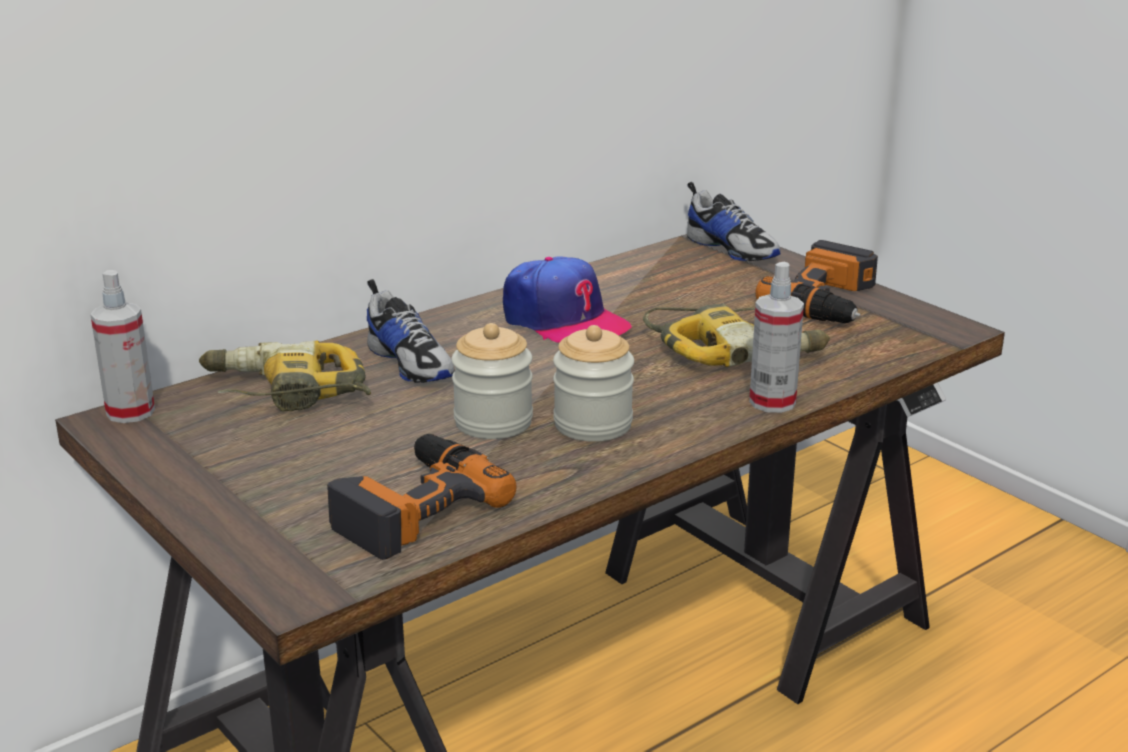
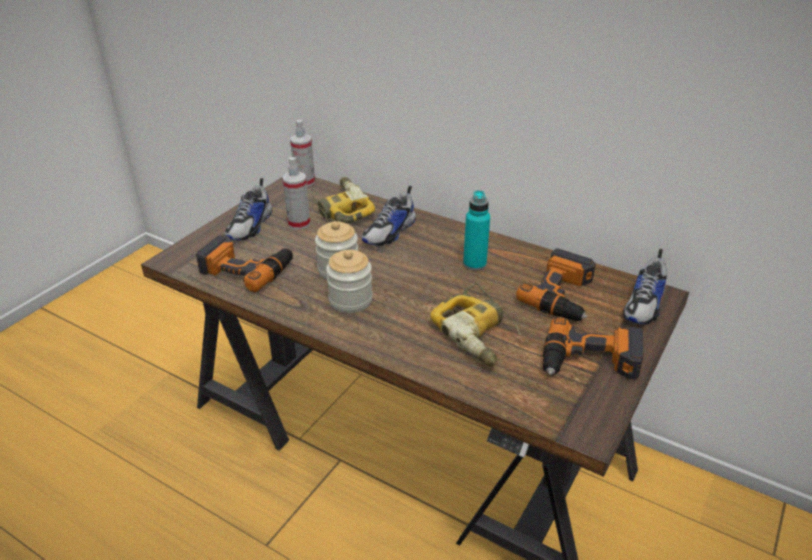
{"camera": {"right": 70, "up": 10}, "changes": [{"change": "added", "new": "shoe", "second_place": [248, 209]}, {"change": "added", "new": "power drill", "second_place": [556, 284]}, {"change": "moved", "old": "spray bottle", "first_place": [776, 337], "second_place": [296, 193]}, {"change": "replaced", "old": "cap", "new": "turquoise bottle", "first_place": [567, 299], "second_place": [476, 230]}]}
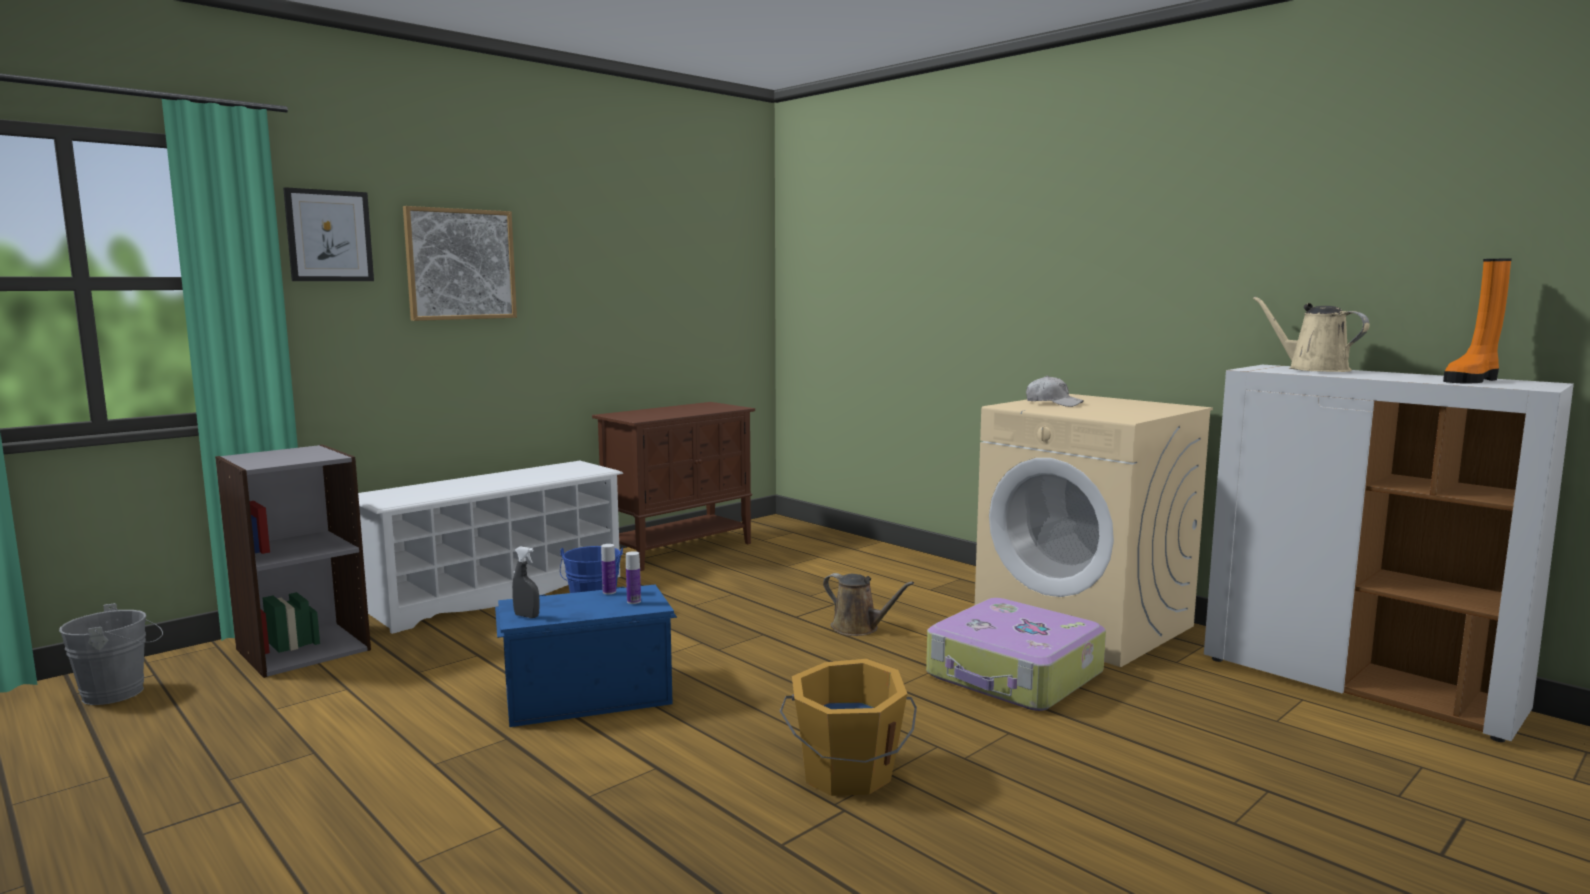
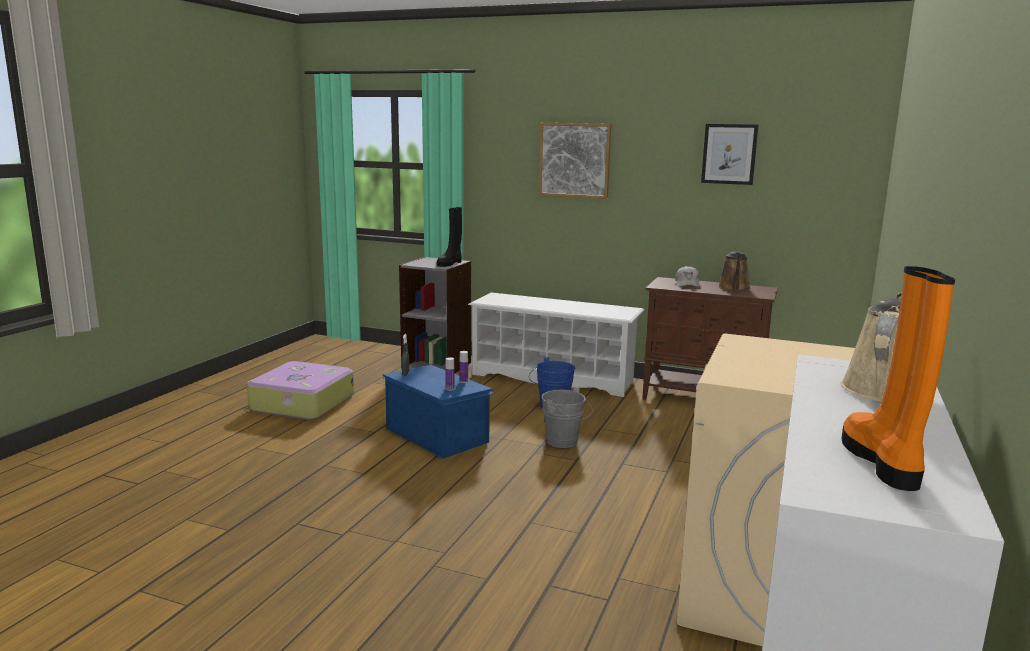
{"camera": {"right": 65, "up": 5}, "changes": [{"change": "removed", "old": "orange bucket", "first_place": [848, 727]}, {"change": "added", "new": "black boot", "second_place": [449, 237]}, {"change": "moved", "old": "grey bucket", "first_place": [111, 654], "second_place": [567, 417]}, {"change": "moved", "old": "picture", "first_place": [328, 234], "second_place": [729, 154]}, {"change": "moved", "old": "brown watering can", "first_place": [868, 604], "second_place": [734, 271]}, {"change": "moved", "old": "suitcase", "first_place": [1016, 654], "second_place": [300, 390]}, {"change": "moved", "old": "white cap", "first_place": [1055, 391], "second_place": [687, 276]}, {"change": "turned", "old": "orange boot", "first_place": [1477, 321], "second_place": [898, 378], "degrees": 60}]}
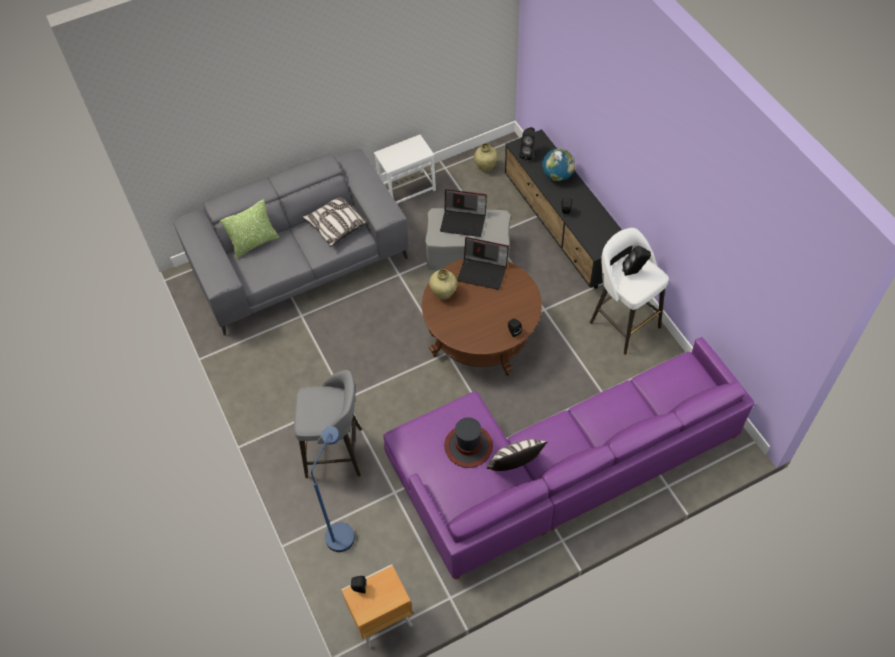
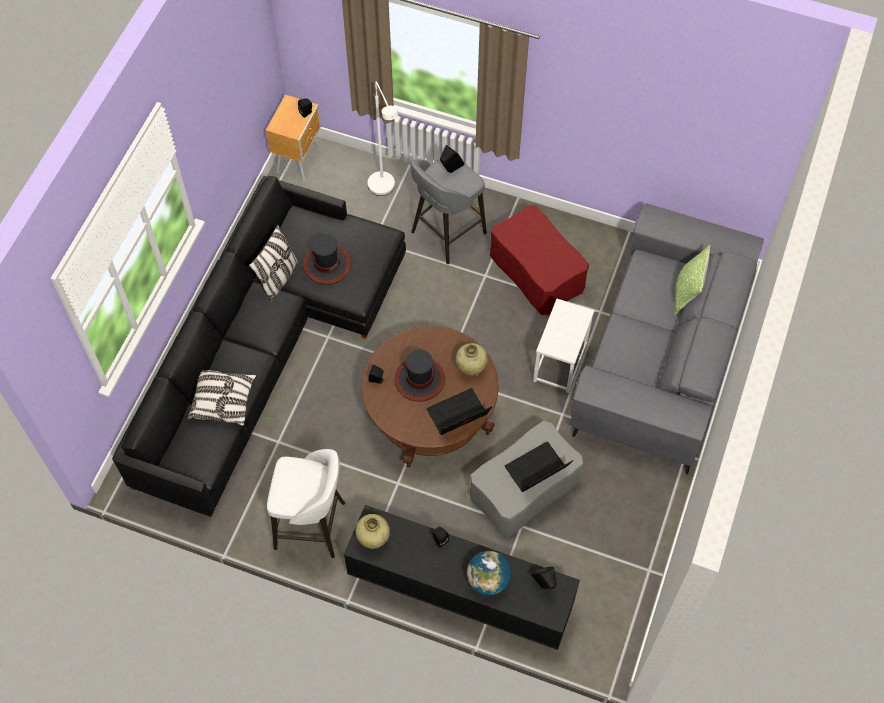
{"camera": {"right": 135, "up": 5}, "changes": [{"change": "added", "new": "hat", "second_place": [420, 376]}, {"change": "added", "new": "red ottoman", "second_place": [539, 260]}, {"change": "moved", "old": "pillow", "first_place": [334, 222], "second_place": [222, 398]}, {"change": "moved", "old": "white side table", "first_place": [405, 169], "second_place": [564, 346]}, {"change": "moved", "old": "beige vase", "first_place": [486, 157], "second_place": [372, 531]}, {"change": "moved", "old": "black speaker", "first_place": [636, 261], "second_place": [452, 159]}, {"change": "recoloured", "old": "blue floor lamp", "new": "white floor lamp", "first_place": [333, 489], "second_place": [383, 139]}, {"change": "recoloured", "old": "purple sofa", "new": "black sofa", "first_place": [568, 458], "second_place": [259, 346]}]}
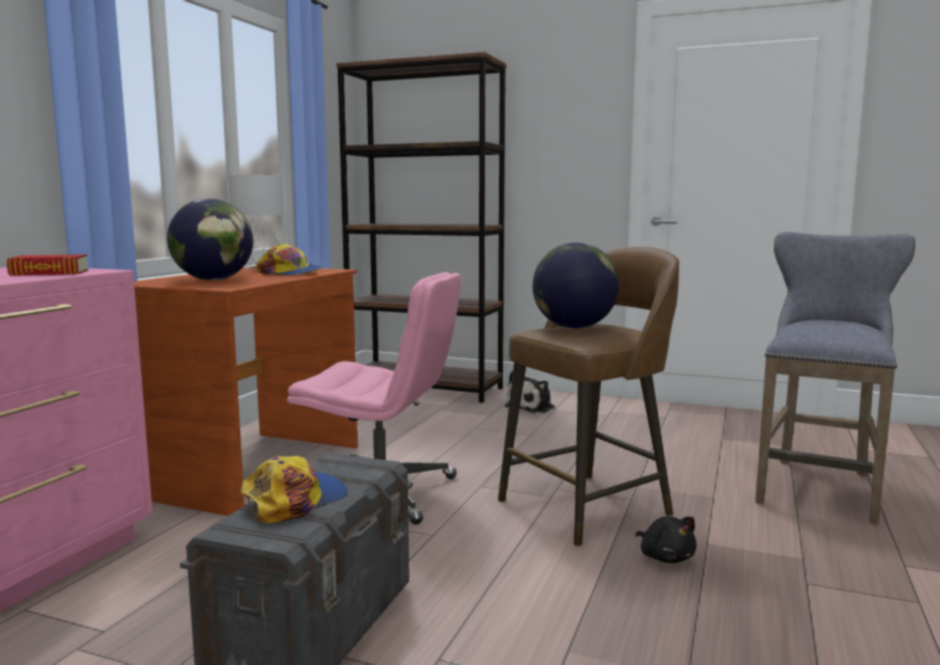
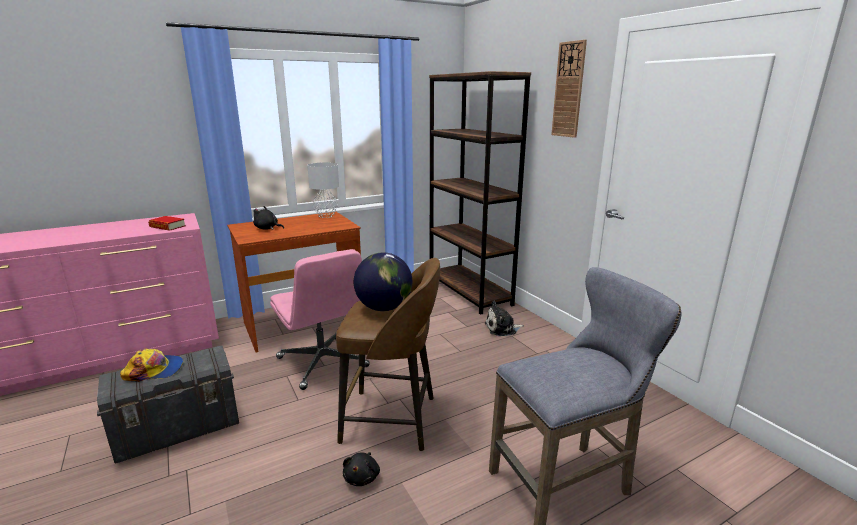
{"camera": {"right": 40, "up": 10}, "changes": [{"change": "removed", "old": "cap", "first_place": [289, 259]}, {"change": "added", "new": "wall clock", "second_place": [569, 89]}, {"change": "replaced", "old": "globe", "new": "black plush toy", "first_place": [210, 240], "second_place": [268, 218]}]}
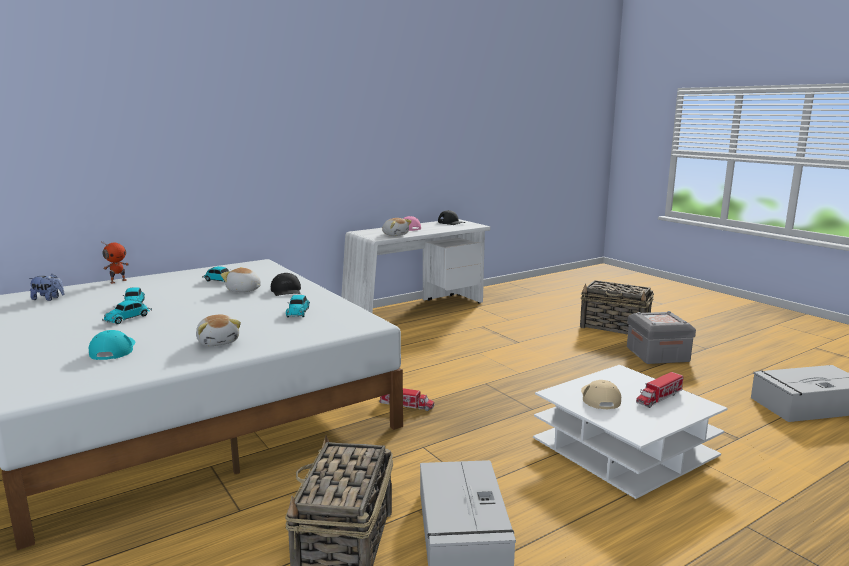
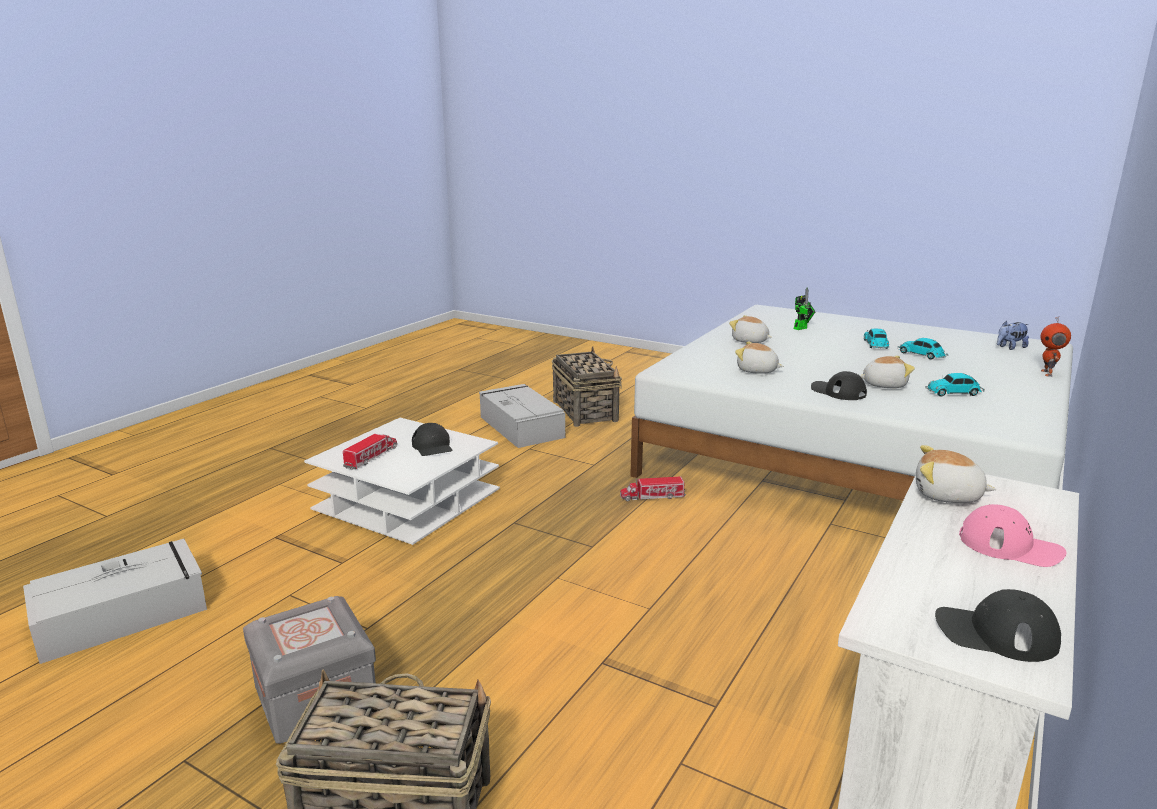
{"camera": {"right": 155, "up": 5}, "changes": [{"change": "replaced", "old": "turquoise cap", "new": "toy robot", "first_place": [112, 345], "second_place": [805, 309]}, {"change": "replaced", "old": "toy car", "new": "plush toy", "first_place": [298, 306], "second_place": [759, 358]}, {"change": "recoloured", "old": "beige cap", "new": "black cap", "first_place": [601, 394], "second_place": [432, 439]}]}
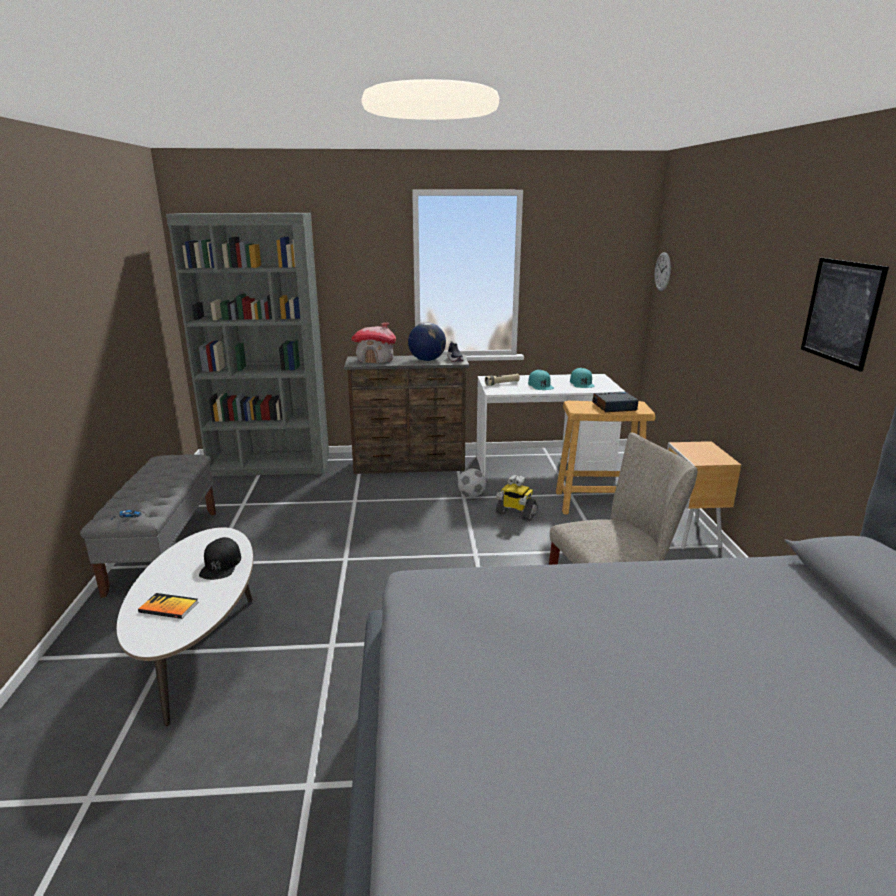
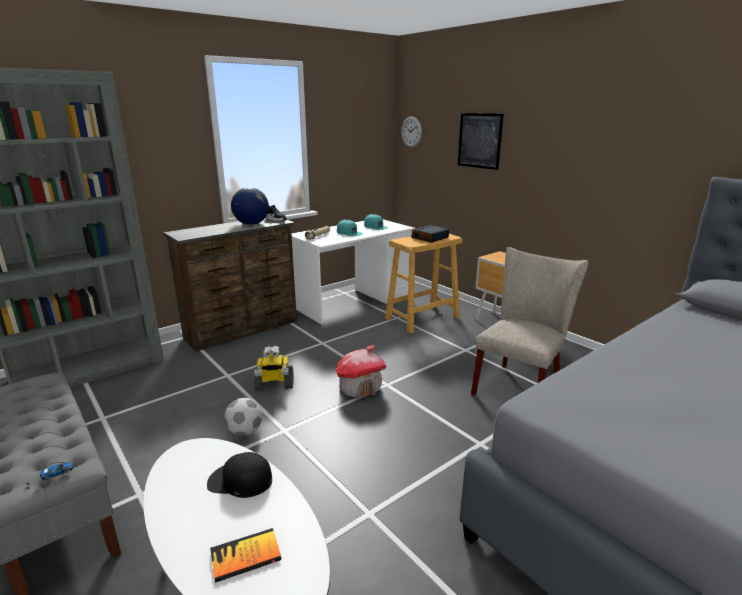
{"camera": {"right": -35, "up": 0}, "changes": [{"change": "moved", "old": "toy house", "first_place": [374, 343], "second_place": [361, 372]}, {"change": "moved", "old": "football", "first_place": [471, 483], "second_place": [243, 417]}, {"change": "moved", "old": "toy robot", "first_place": [517, 498], "second_place": [274, 368]}, {"change": "moved", "old": "picture", "first_place": [845, 315], "second_place": [480, 141]}, {"change": "turned", "old": "black cap", "first_place": [220, 558], "second_place": [239, 475], "degrees": 135}]}
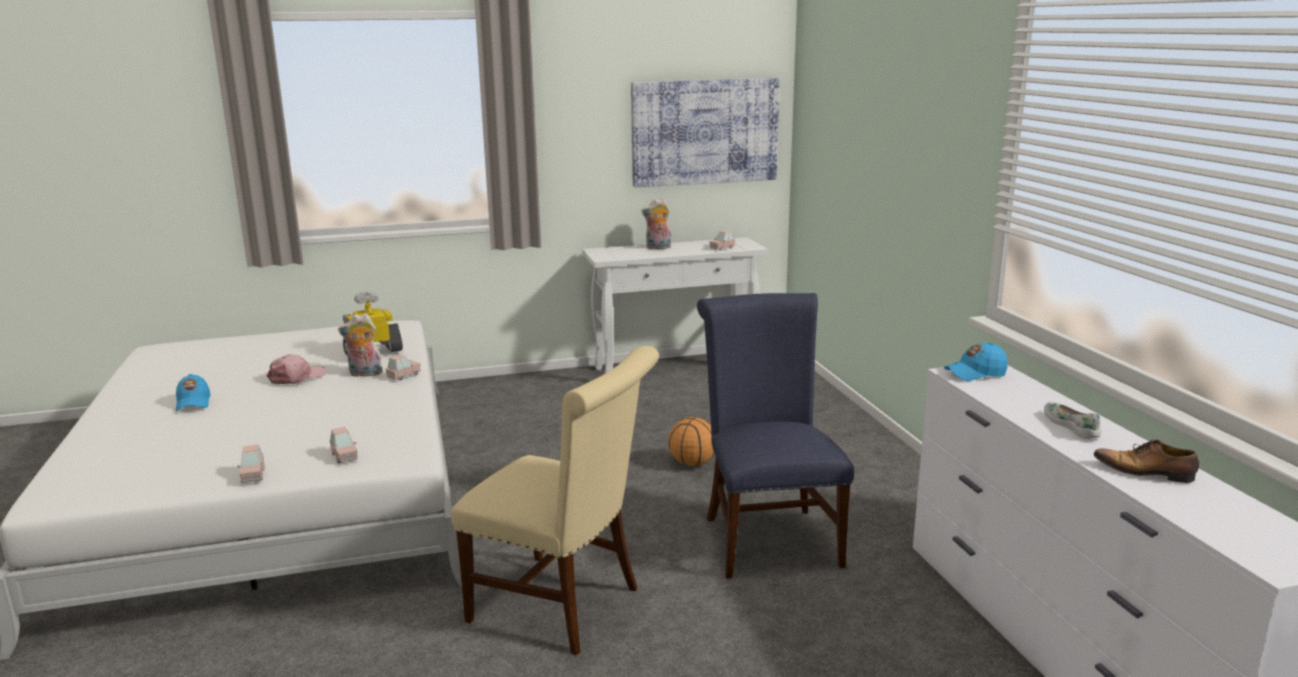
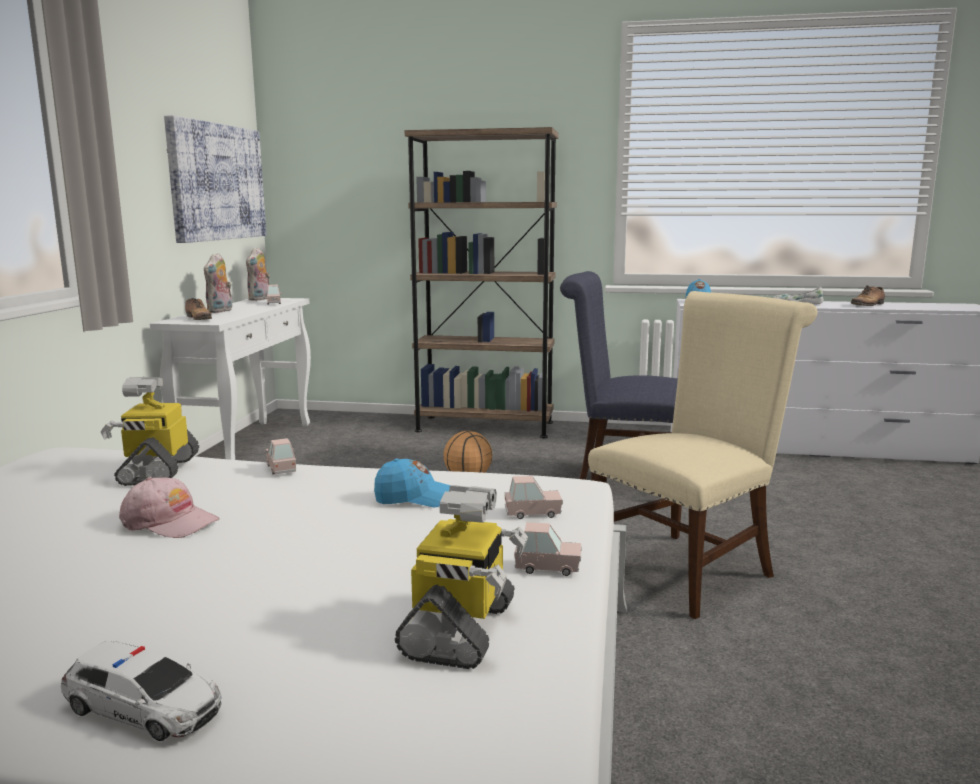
{"camera": {"right": -65, "up": -5}, "changes": [{"change": "added", "new": "toy car", "second_place": [141, 691]}, {"change": "added", "new": "shoe", "second_place": [198, 309]}, {"change": "added", "new": "toy robot", "second_place": [461, 577]}, {"change": "added", "new": "brown bookcase", "second_place": [481, 282]}, {"change": "moved", "old": "blue cap", "first_place": [193, 392], "second_place": [412, 483]}, {"change": "moved", "old": "plush toy", "first_place": [360, 345], "second_place": [258, 274]}, {"change": "turned", "old": "pink cap", "first_place": [296, 369], "second_place": [169, 507], "degrees": 135}]}
